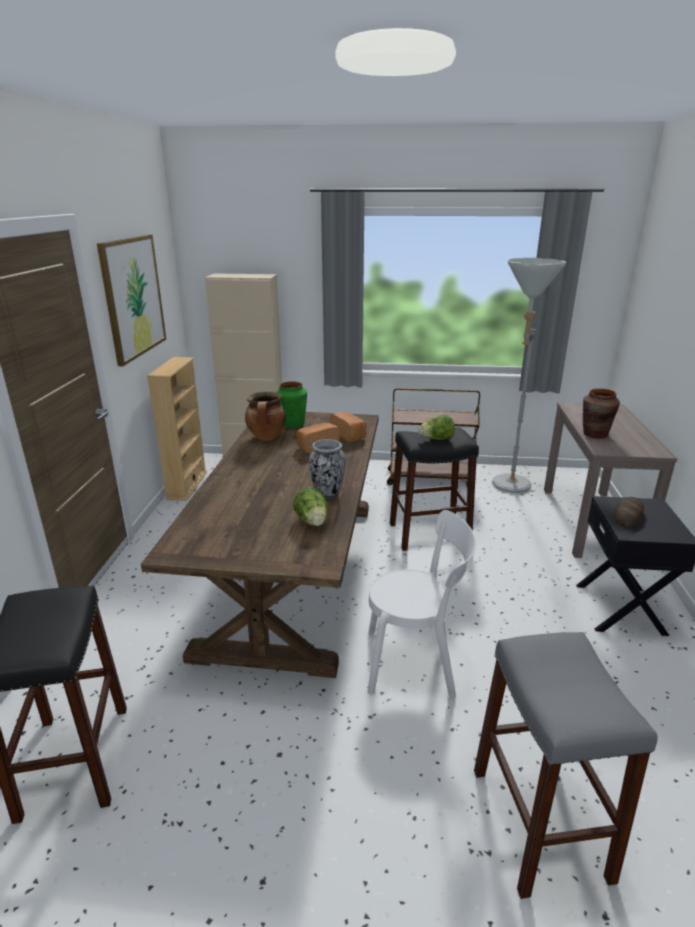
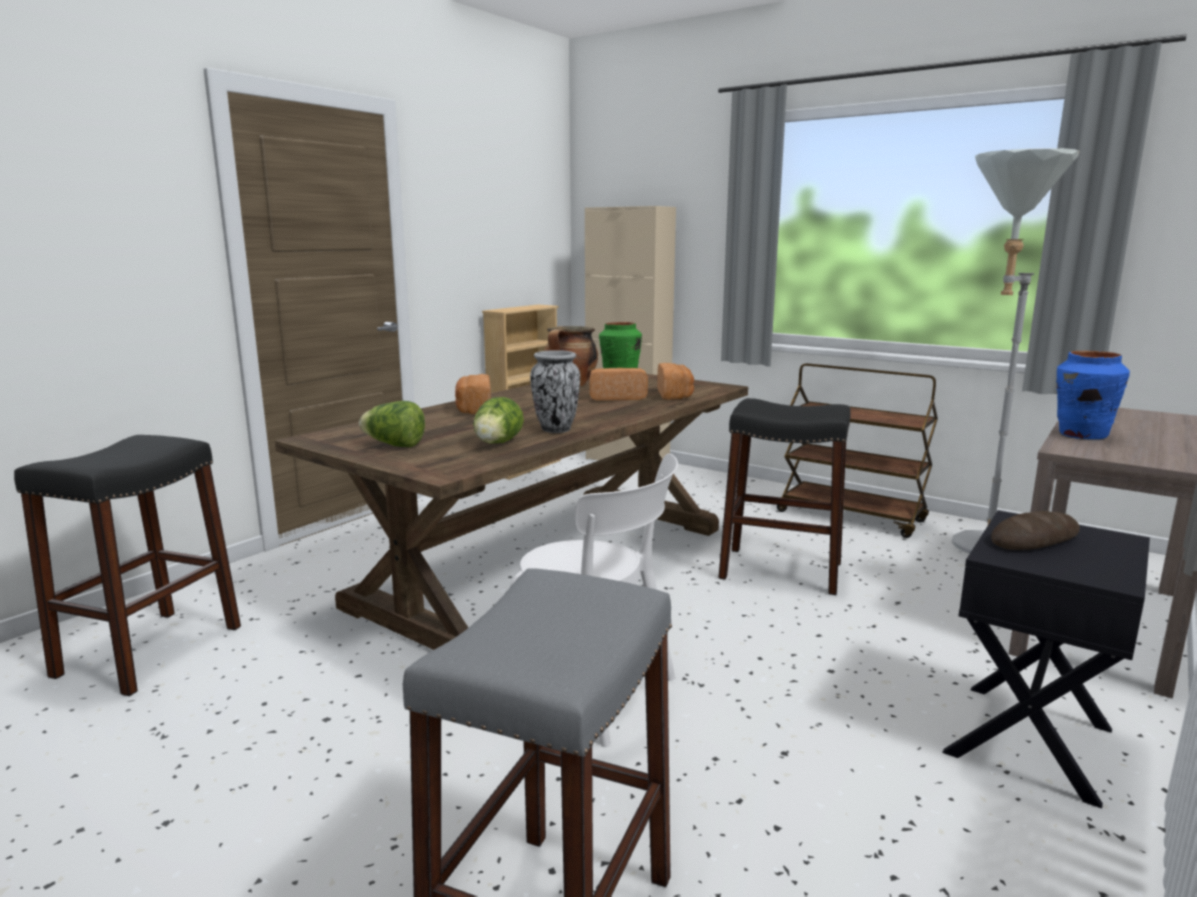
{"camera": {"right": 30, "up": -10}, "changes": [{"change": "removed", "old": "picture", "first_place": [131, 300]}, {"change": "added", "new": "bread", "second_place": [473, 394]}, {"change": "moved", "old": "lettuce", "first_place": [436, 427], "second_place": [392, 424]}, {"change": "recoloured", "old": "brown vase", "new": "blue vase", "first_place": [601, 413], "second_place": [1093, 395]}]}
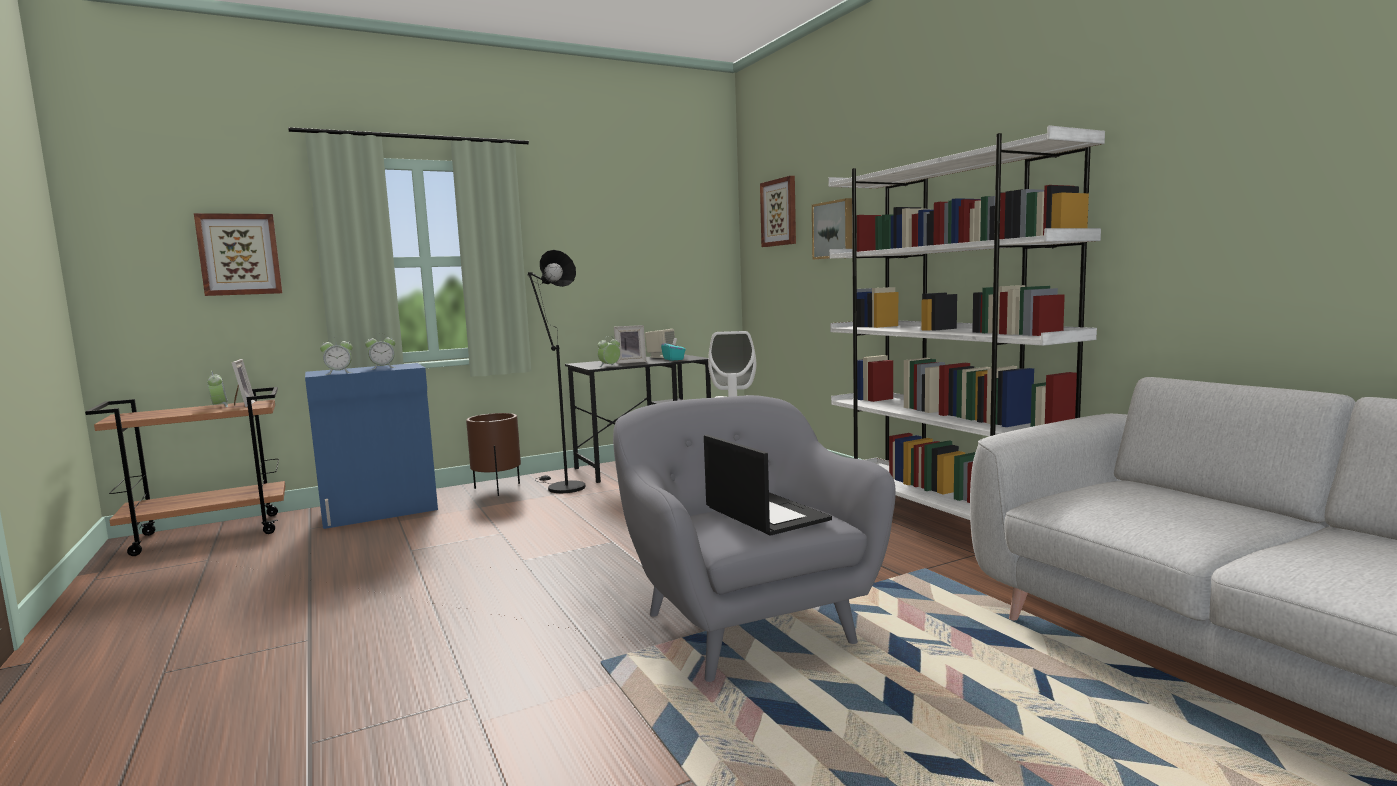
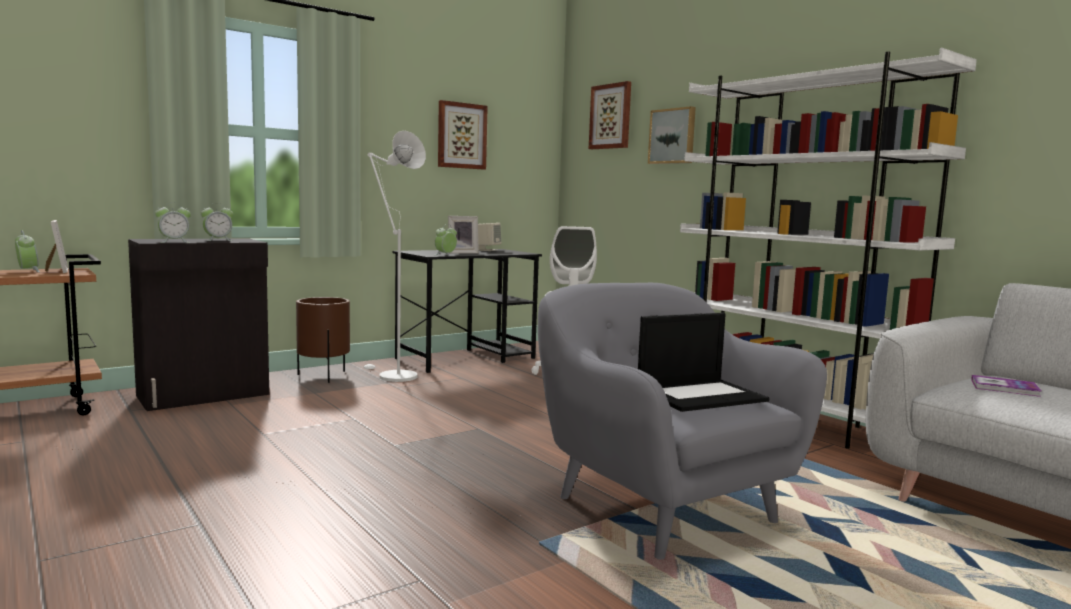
{"camera": {"right": -10, "up": 0}, "changes": [{"change": "removed", "old": "turquoise tissue box", "first_place": [673, 349]}, {"change": "added", "new": "book", "second_place": [1006, 386]}, {"change": "moved", "old": "picture", "first_place": [238, 254], "second_place": [463, 134]}, {"change": "recoloured", "old": "blue cabinet", "new": "black cabinet", "first_place": [371, 446], "second_place": [198, 324]}, {"change": "recoloured", "old": "black floor lamp", "new": "white floor lamp", "first_place": [556, 371], "second_place": [392, 256]}, {"change": "turned", "old": "laptop", "first_place": [768, 485], "second_place": [704, 362], "degrees": 105}]}
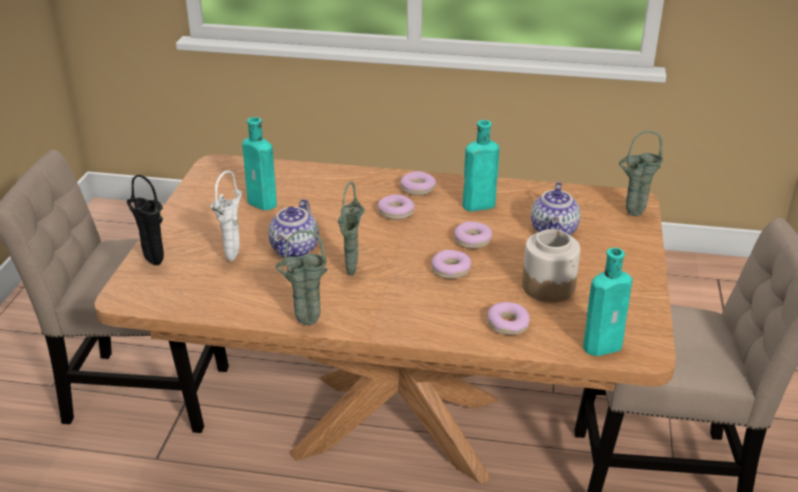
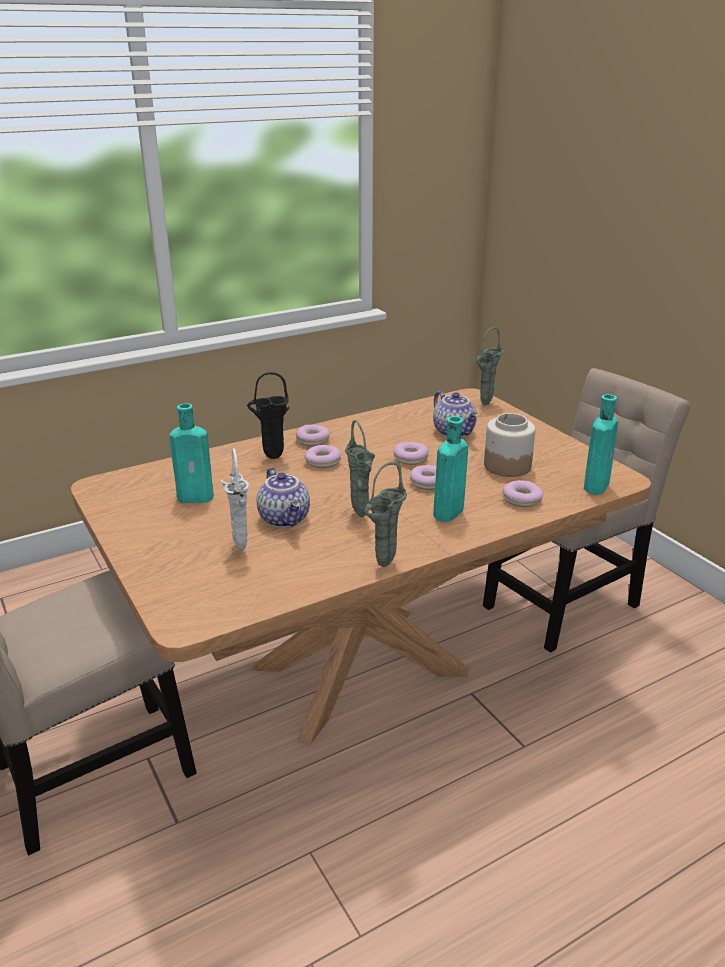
{"camera": {"right": -40, "up": -5}, "changes": [{"change": "moved", "old": "black vase", "first_place": [145, 220], "second_place": [268, 415]}, {"change": "moved", "old": "turquoise bottle", "first_place": [481, 166], "second_place": [450, 469]}]}
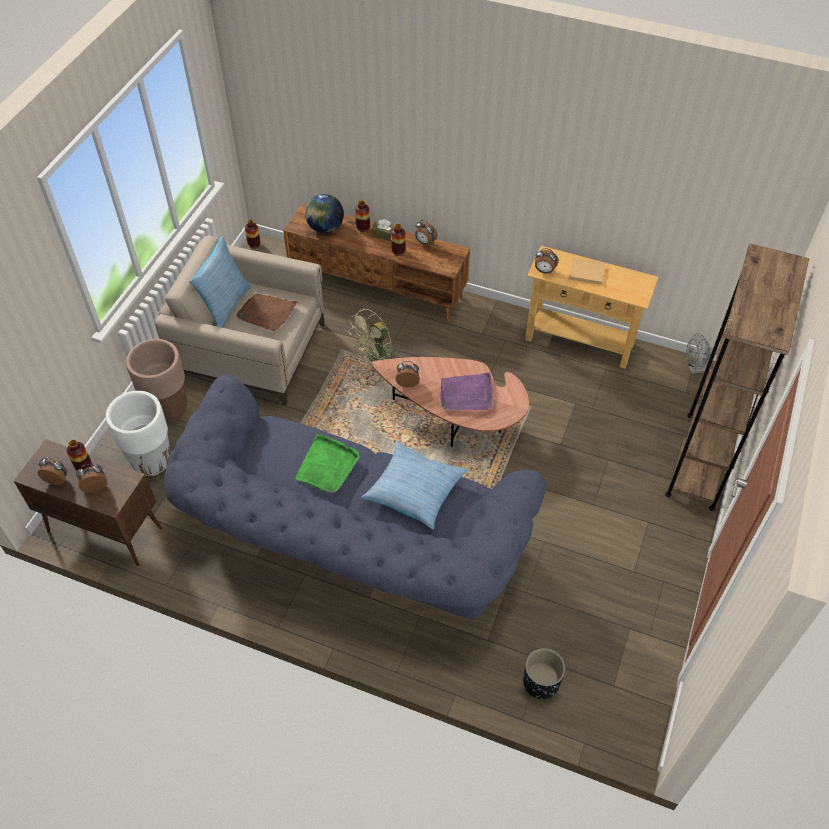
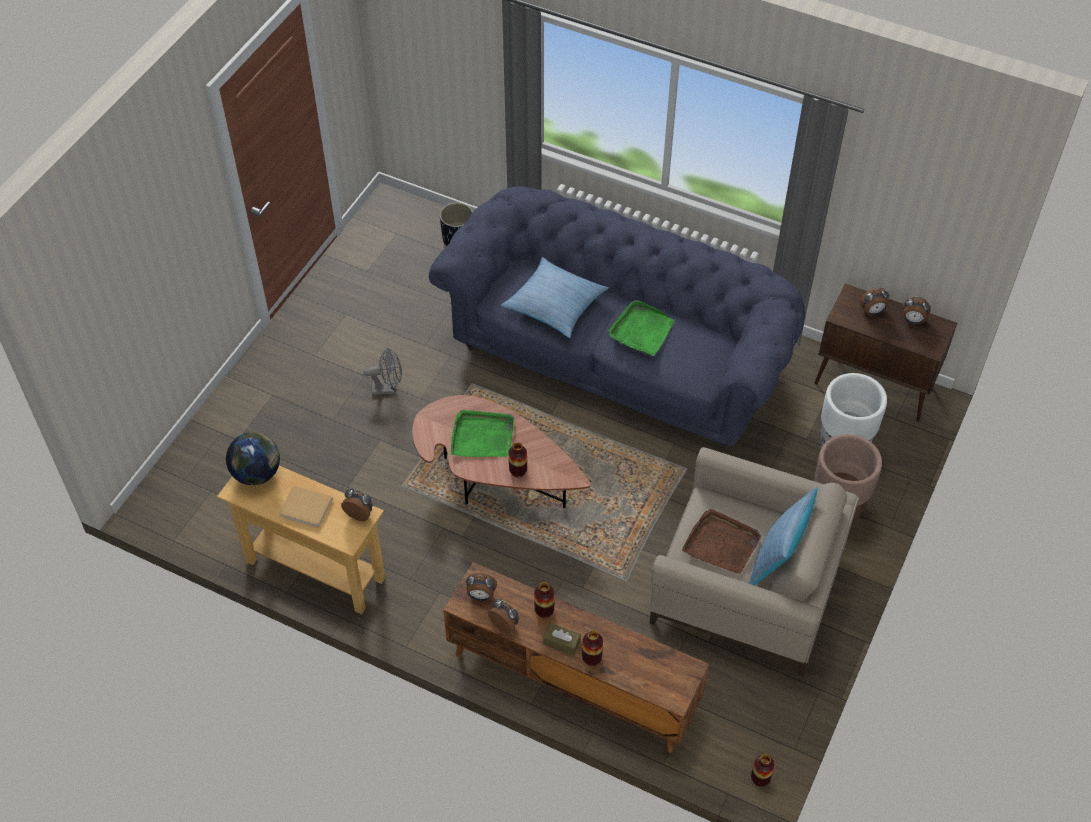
{"camera": {"right": -175, "up": 0}, "changes": [{"change": "removed", "old": "green fan", "first_place": [373, 335]}, {"change": "removed", "old": "brown bookcase", "first_place": [737, 377]}, {"change": "moved", "old": "vase", "first_place": [79, 455], "second_place": [518, 459]}, {"change": "moved", "old": "globe", "first_place": [324, 213], "second_place": [253, 458]}, {"change": "moved", "old": "alarm clock", "first_place": [408, 374], "second_place": [481, 587]}, {"change": "moved", "old": "grey fan", "first_place": [702, 353], "second_place": [383, 371]}, {"change": "recoloured", "old": "purple tray", "new": "green tray", "first_place": [467, 391], "second_place": [482, 433]}]}
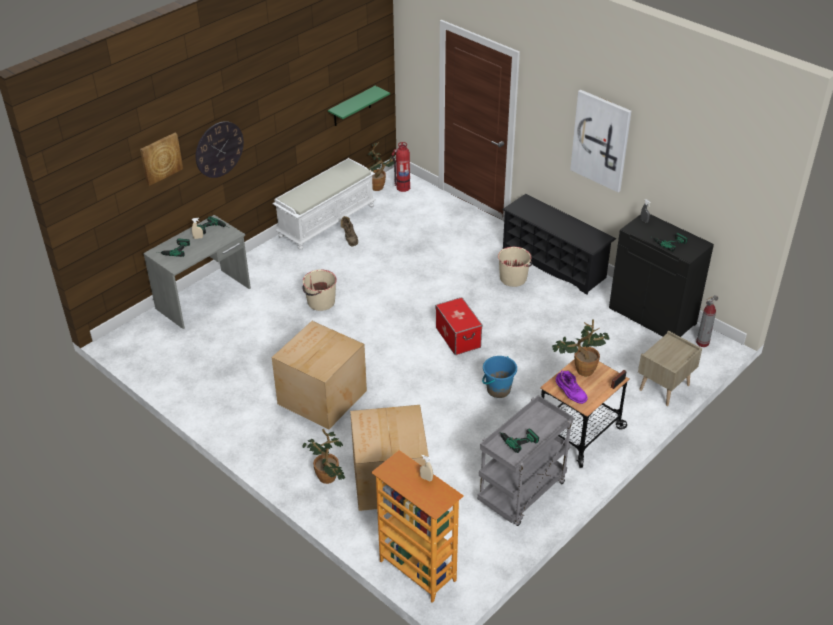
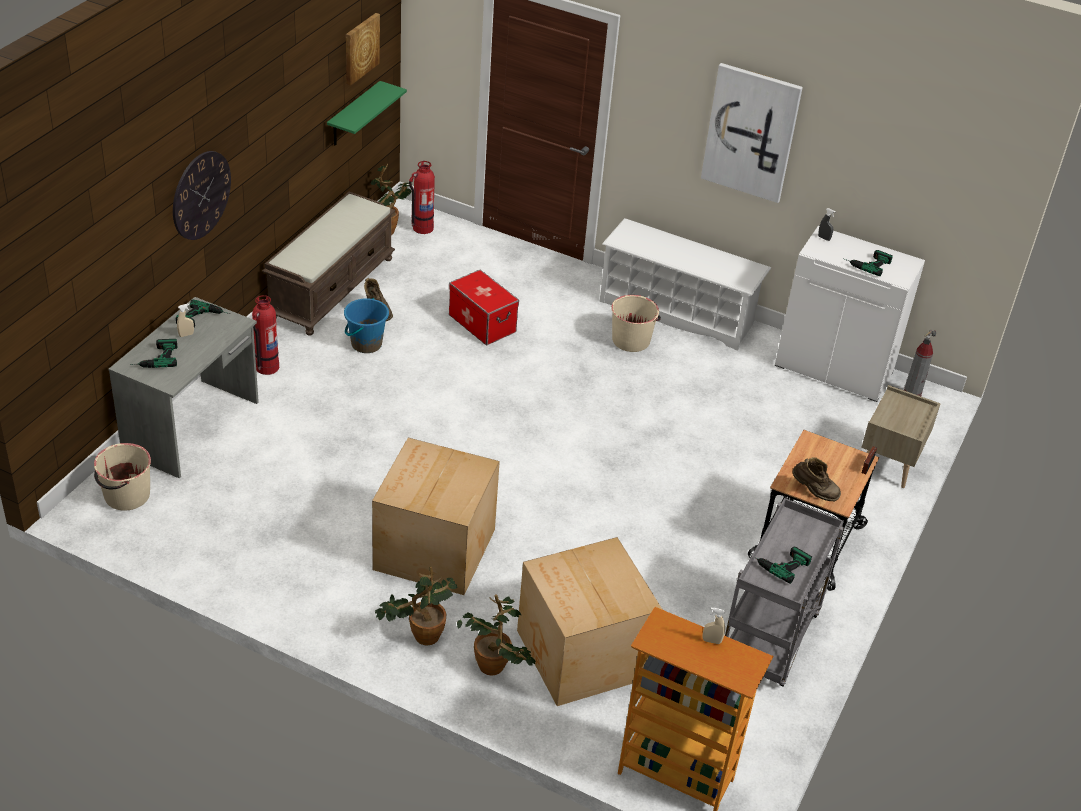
{"camera": {"right": -20, "up": 0}, "changes": [{"change": "added", "new": "fire extinguisher", "second_place": [265, 335]}, {"change": "moved", "old": "picture", "first_place": [161, 159], "second_place": [363, 49]}, {"change": "moved", "old": "beige bucket", "first_place": [319, 290], "second_place": [122, 477]}, {"change": "moved", "old": "storage box", "first_place": [459, 326], "second_place": [484, 307]}, {"change": "moved", "old": "blue bucket", "first_place": [499, 377], "second_place": [366, 325]}, {"change": "moved", "old": "potted plant", "first_place": [581, 347], "second_place": [416, 606]}, {"change": "recoloured", "old": "white bench", "new": "brown bench", "first_place": [324, 204], "second_place": [328, 264]}, {"change": "recoloured", "old": "black shoe rack", "new": "white shoe rack", "first_place": [559, 244], "second_place": [685, 284]}, {"change": "recoloured", "old": "purple boot", "new": "brown boot", "first_place": [572, 387], "second_place": [817, 479]}, {"change": "recoloured", "old": "black cabinet", "new": "white cabinet", "first_place": [661, 275], "second_place": [850, 314]}]}
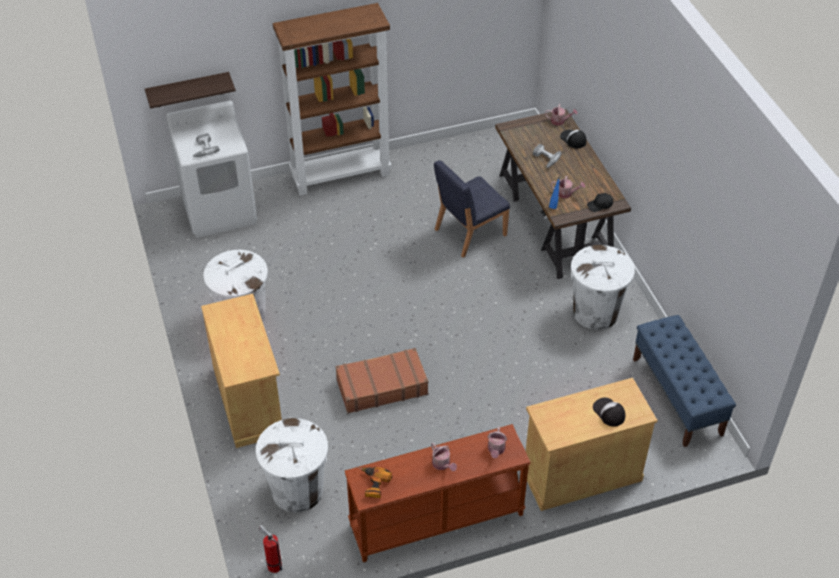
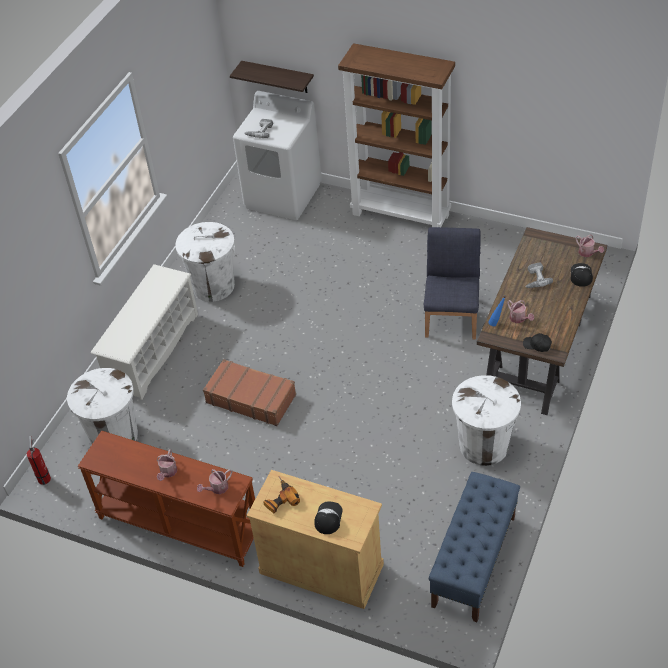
{"camera": {"right": 45, "up": 0}, "changes": [{"change": "moved", "old": "power drill", "first_place": [374, 482], "second_place": [281, 495]}, {"change": "replaced", "old": "beige cabinet", "new": "white shoe rack", "first_place": [241, 371], "second_place": [144, 332]}, {"change": "turned", "old": "blue chair", "first_place": [472, 209], "second_place": [452, 283], "degrees": 90}]}
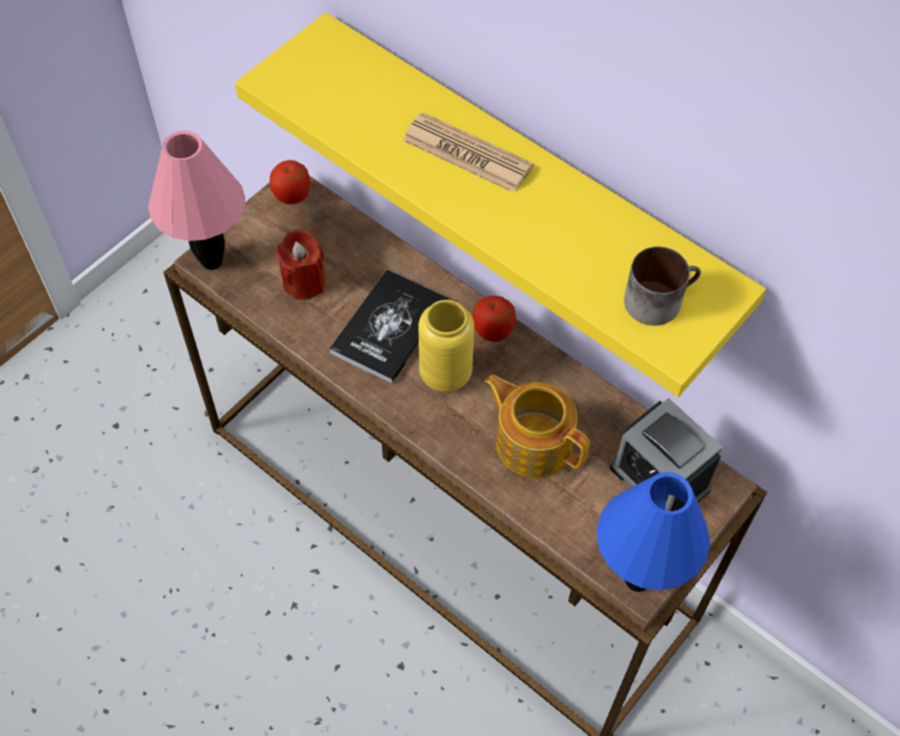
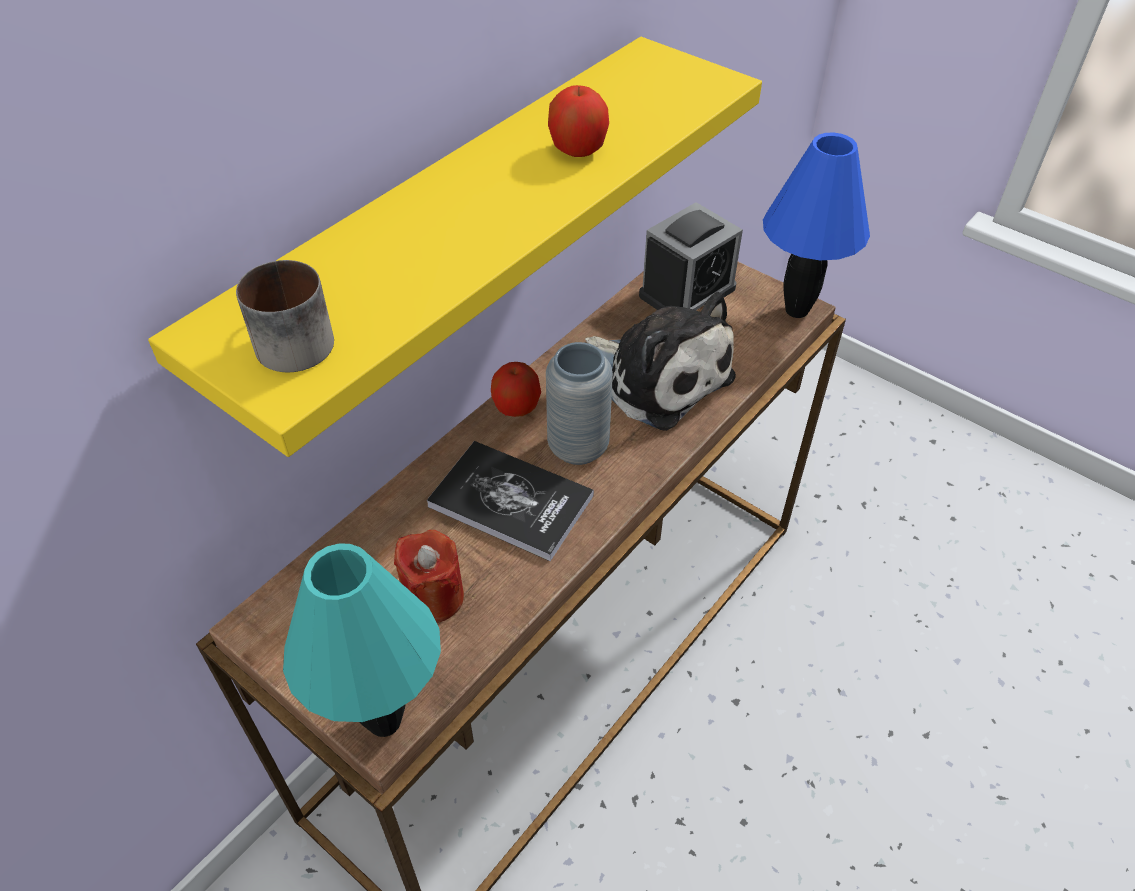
{"camera": {"right": -90, "up": -10}, "changes": [{"change": "removed", "old": "newspaper", "first_place": [468, 152]}, {"change": "moved", "old": "apple", "first_place": [290, 182], "second_place": [578, 121]}, {"change": "moved", "old": "mug", "first_place": [662, 286], "second_place": [285, 316]}, {"change": "replaced", "old": "teapot", "new": "plush toy", "first_place": [537, 426], "second_place": [660, 361]}, {"change": "recoloured", "old": "pink table lamp", "new": "turquoise table lamp", "first_place": [196, 200], "second_place": [362, 640]}, {"change": "recoloured", "old": "yellow vase", "new": "grey vase", "first_place": [446, 346], "second_place": [579, 403]}]}
